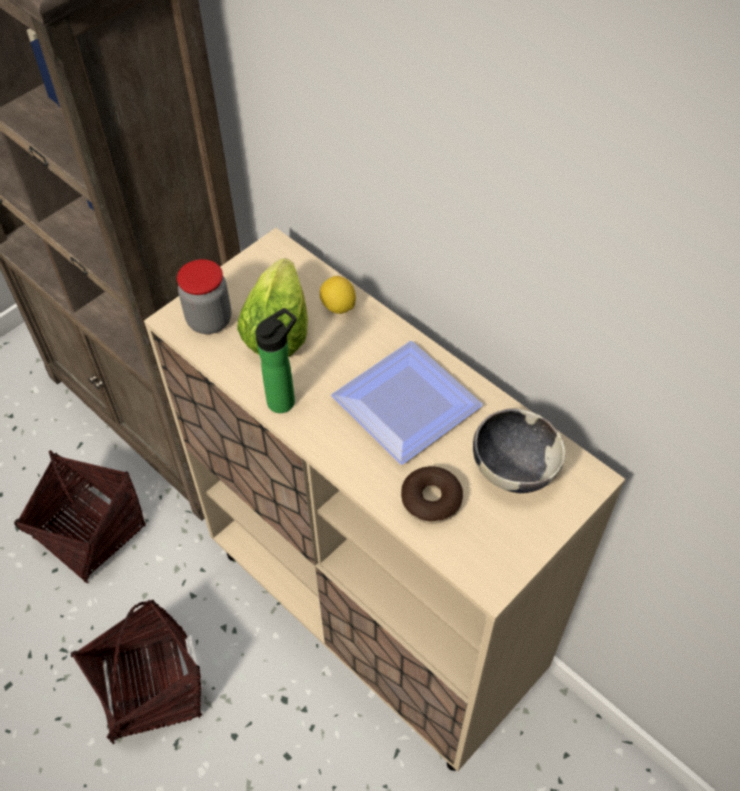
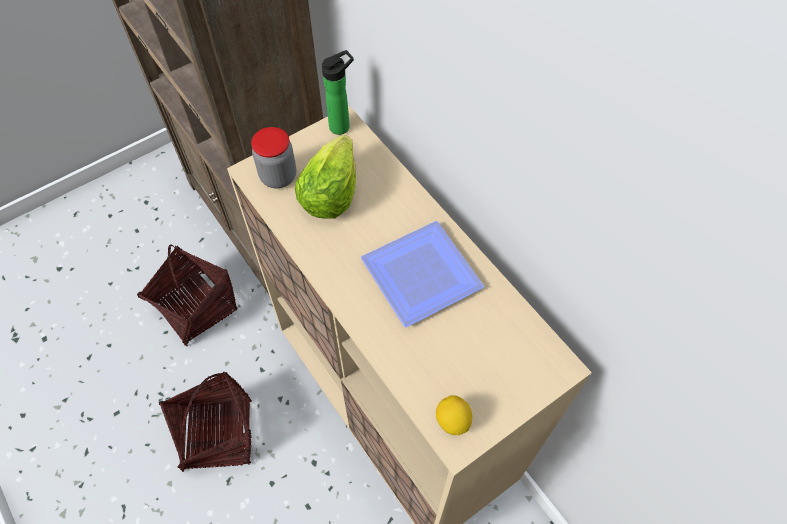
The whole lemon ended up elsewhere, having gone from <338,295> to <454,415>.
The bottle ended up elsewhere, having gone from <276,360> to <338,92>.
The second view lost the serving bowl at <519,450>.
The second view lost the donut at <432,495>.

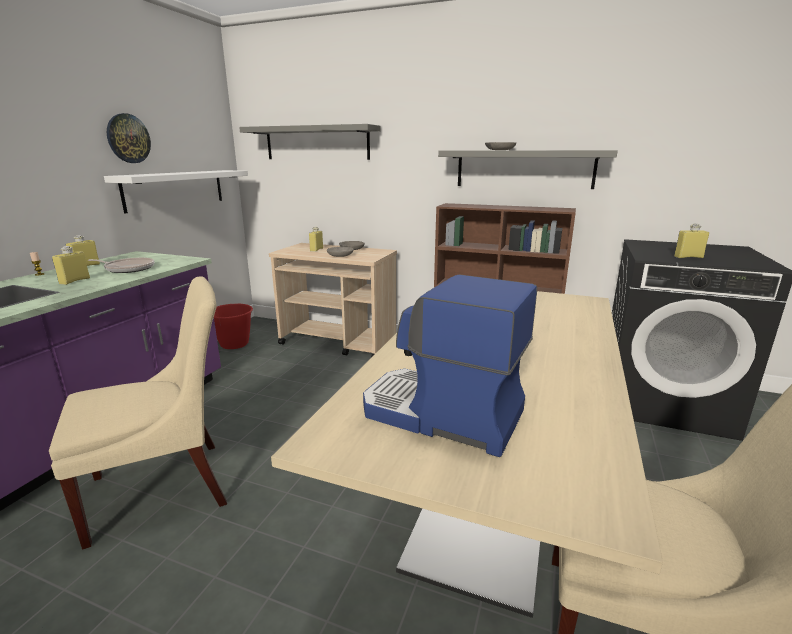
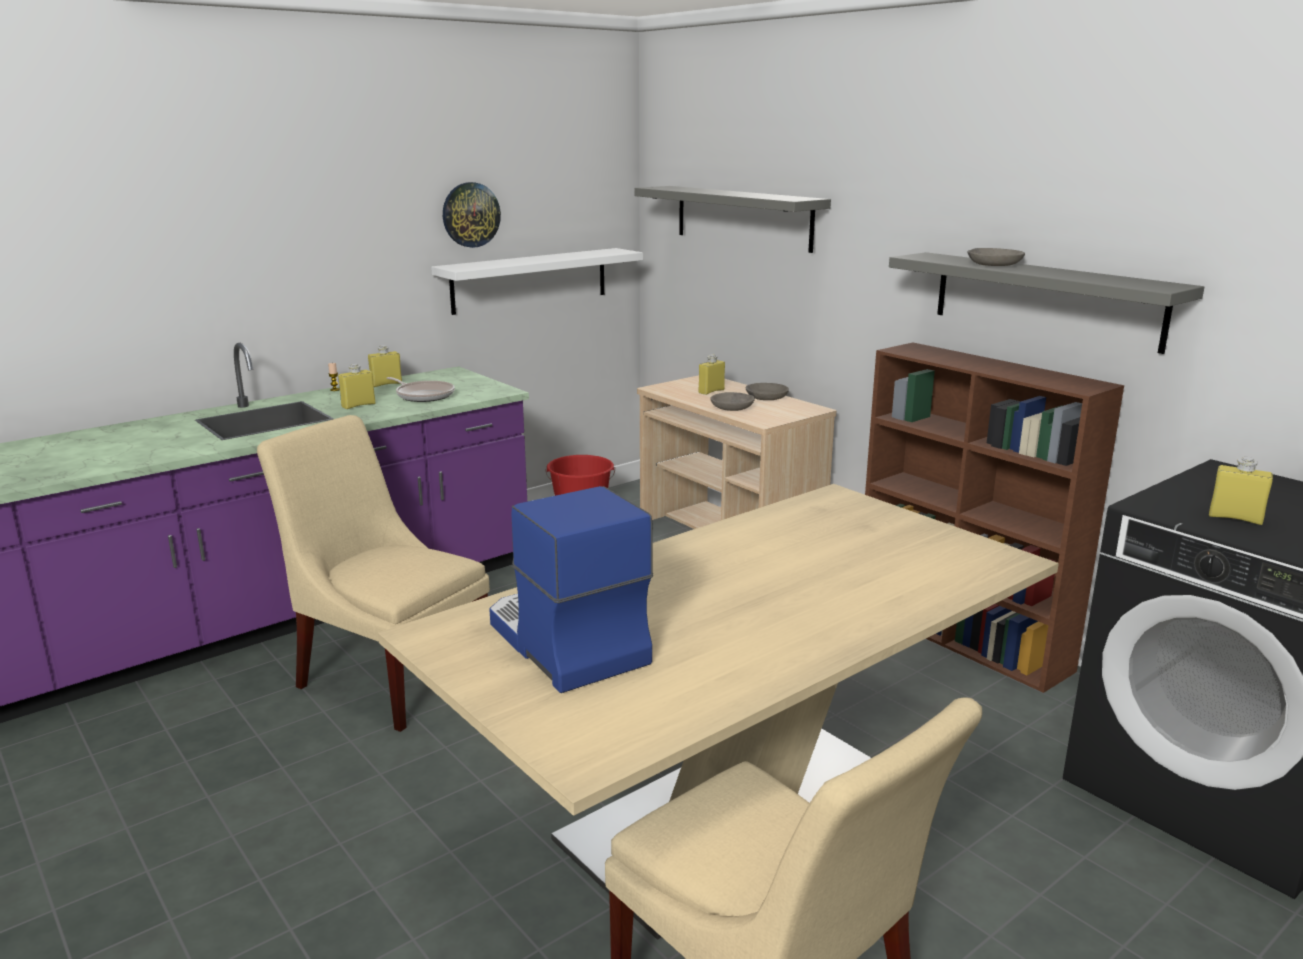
The sand-coloured plain chair at <138,413> ended up facing another way, 150 degrees counterclockwise from before.

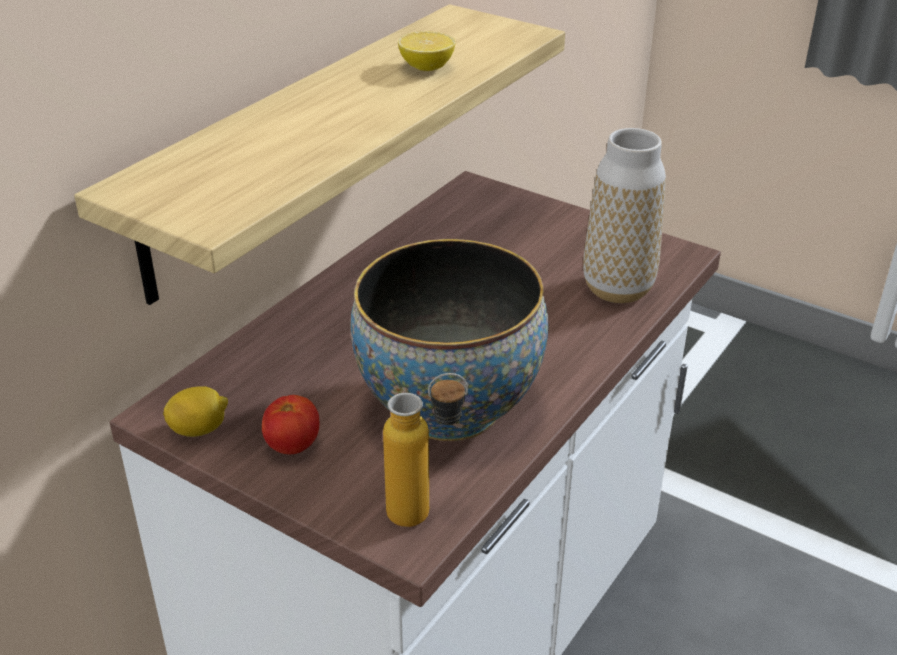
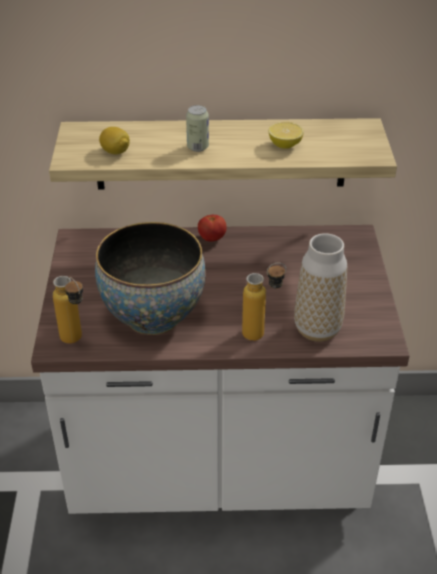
The whole lemon ended up elsewhere, having gone from <195,411> to <114,140>.
The fresh tomato ended up elsewhere, having gone from <291,424> to <212,228>.
The second view gained the metal can at <197,128>.
The second view gained the bottle at <264,302>.

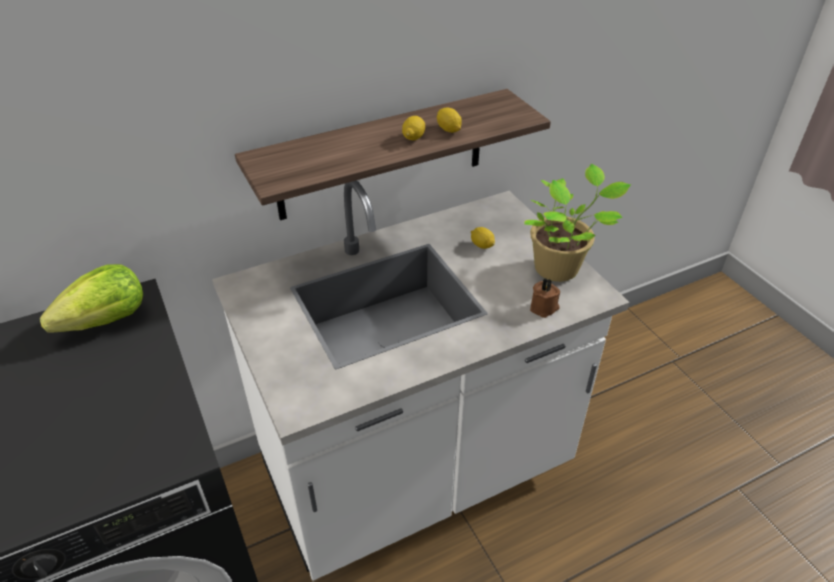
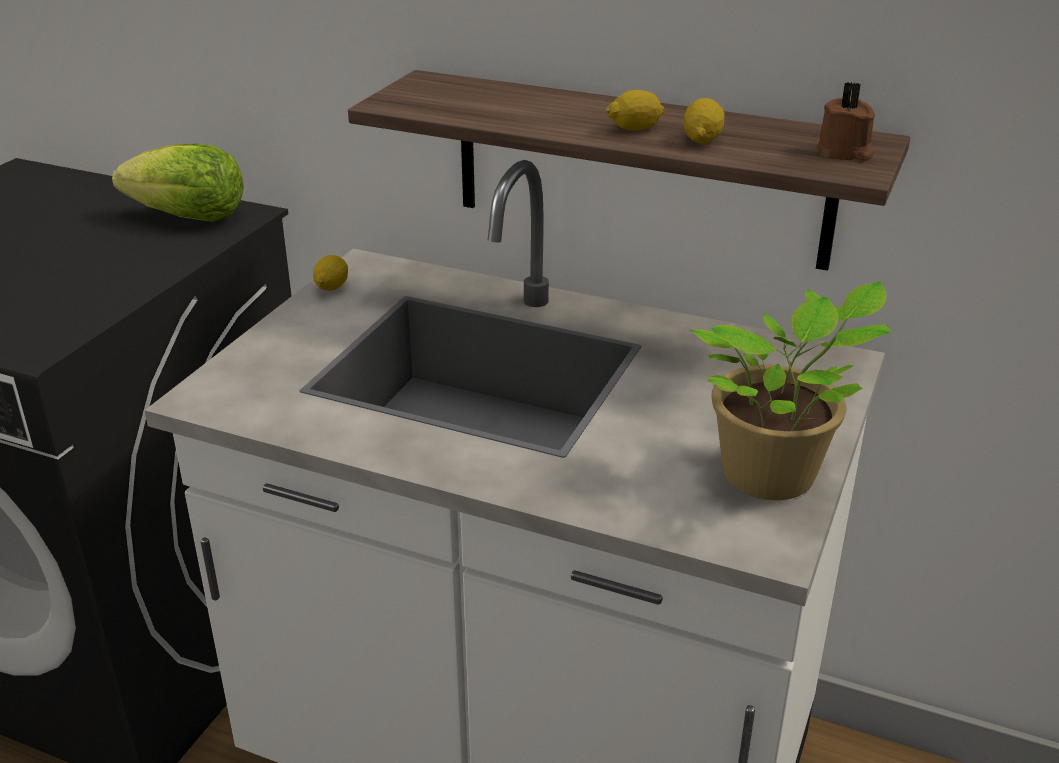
The whole lemon ended up elsewhere, having gone from <483,238> to <330,273>.
The brown-coloured candle ended up elsewhere, having gone from <545,298> to <845,121>.

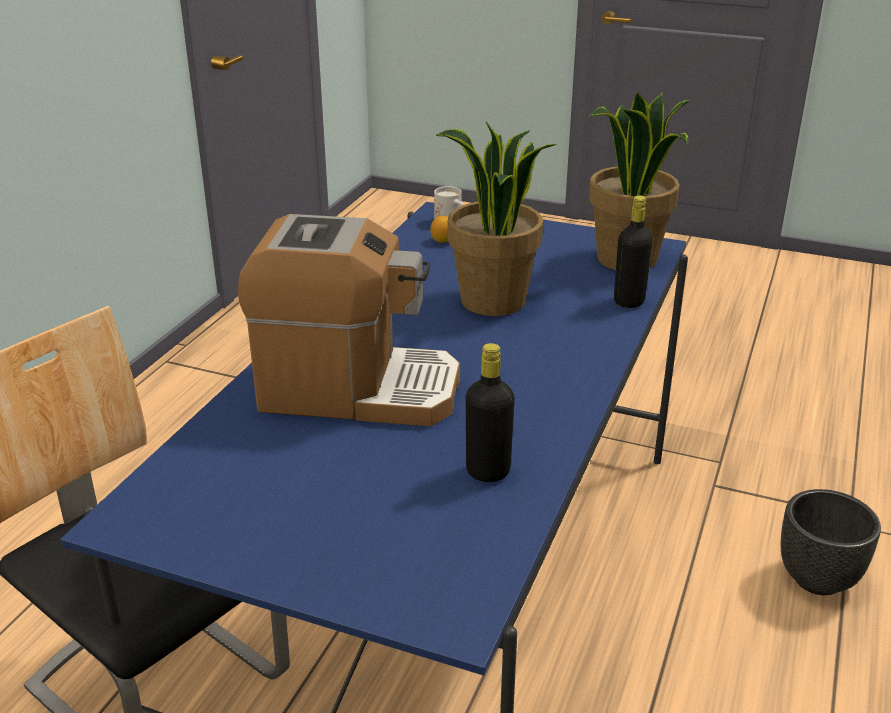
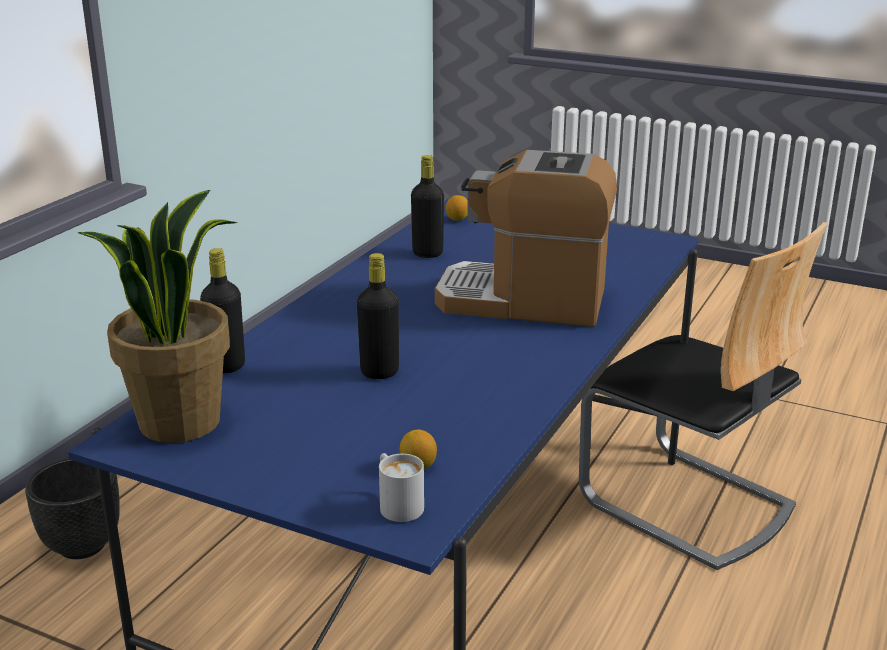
Where the potted plant stood at <496,219>, the black-coloured bottle came to stand at <378,316>.
The second view gained the whole lemon at <457,208>.

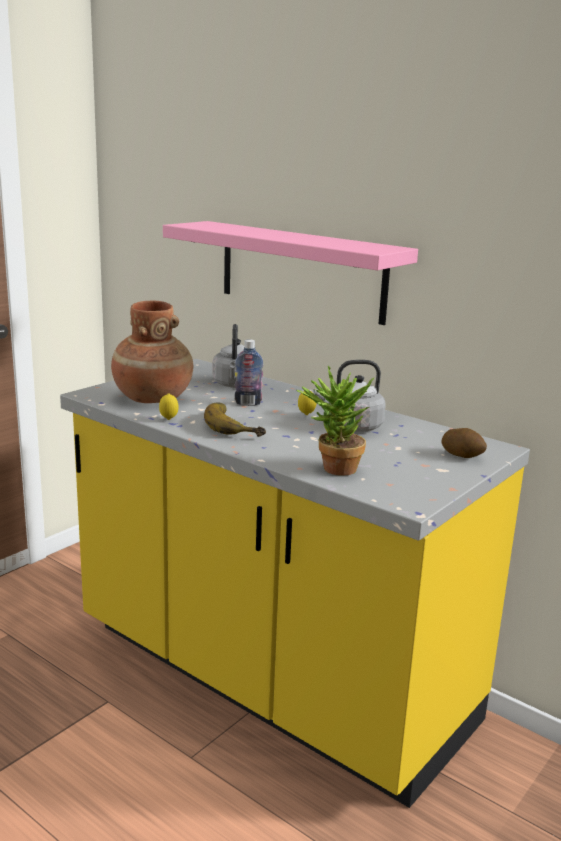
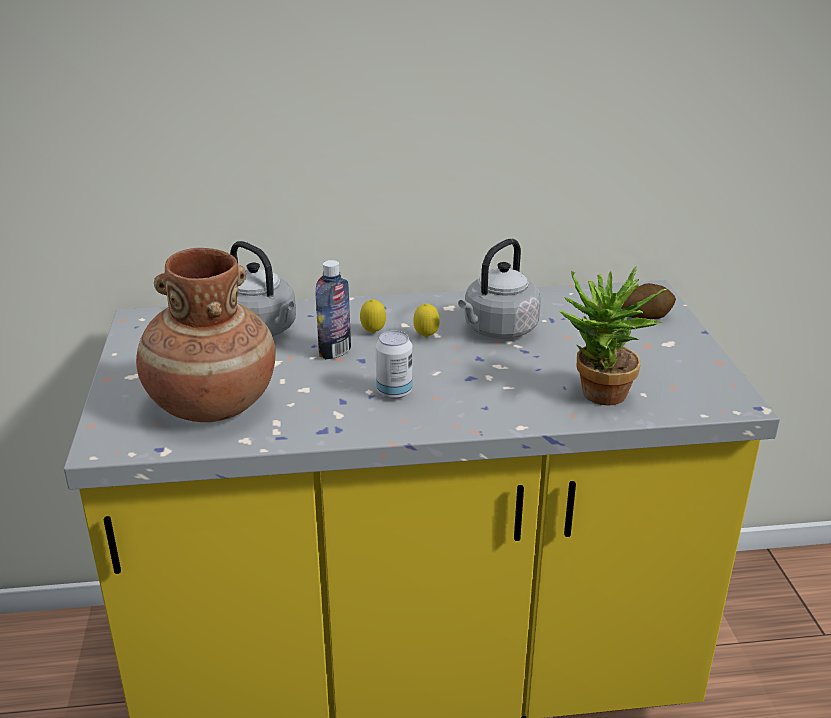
The second view lost the pink bracket shelf at <290,273>.
The whole lemon ended up elsewhere, having gone from <169,406> to <373,316>.
Where the banana fruit stood at <235,419>, the metal can came to stand at <394,365>.

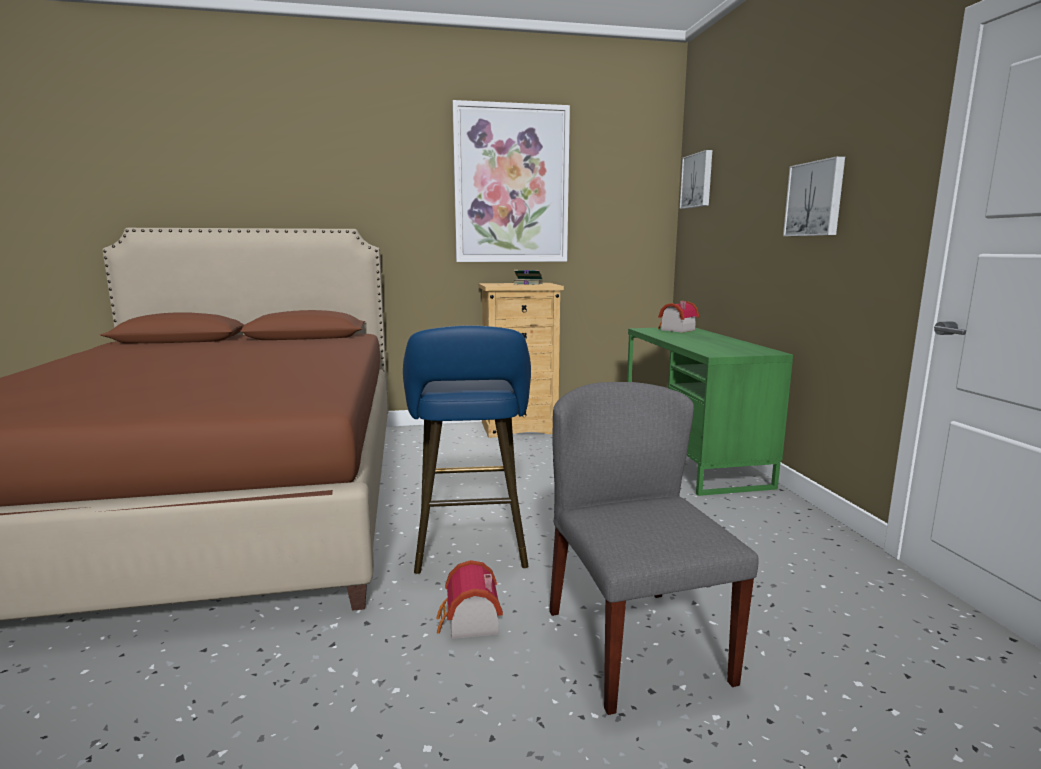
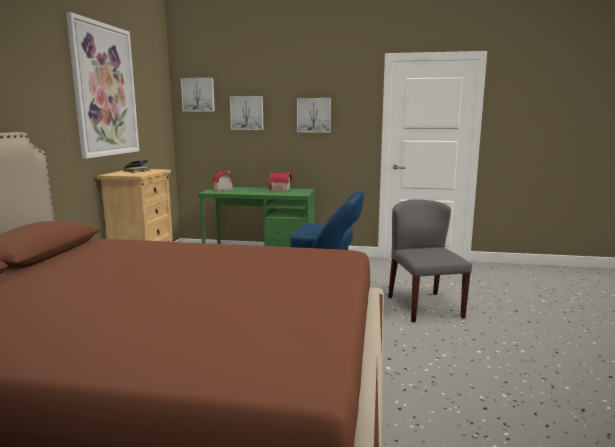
The gray plain chair at <654,548> ended up facing another way, 75 degrees clockwise from before.
The miniature house ended up elsewhere, having gone from <469,599> to <280,181>.
The second view gained the wall picture at <246,113>.

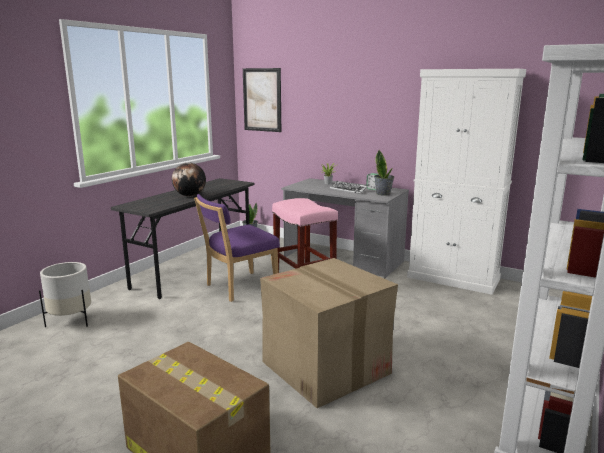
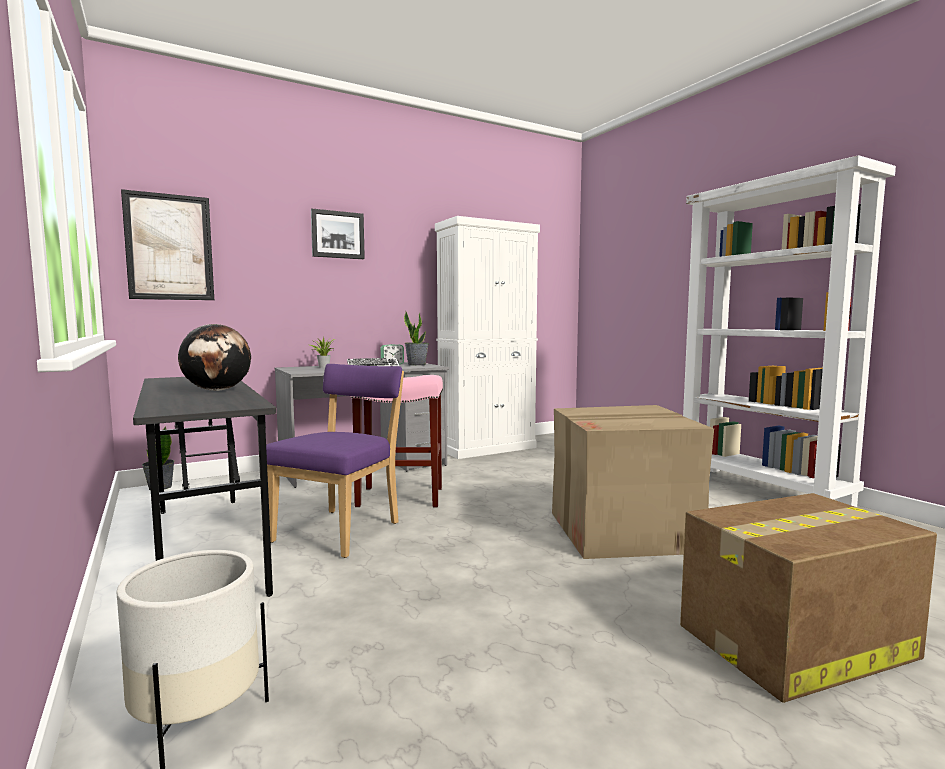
The purplish plain chair at <237,248> ended up facing another way, 150 degrees counterclockwise from before.
The second view gained the wall picture at <338,234>.

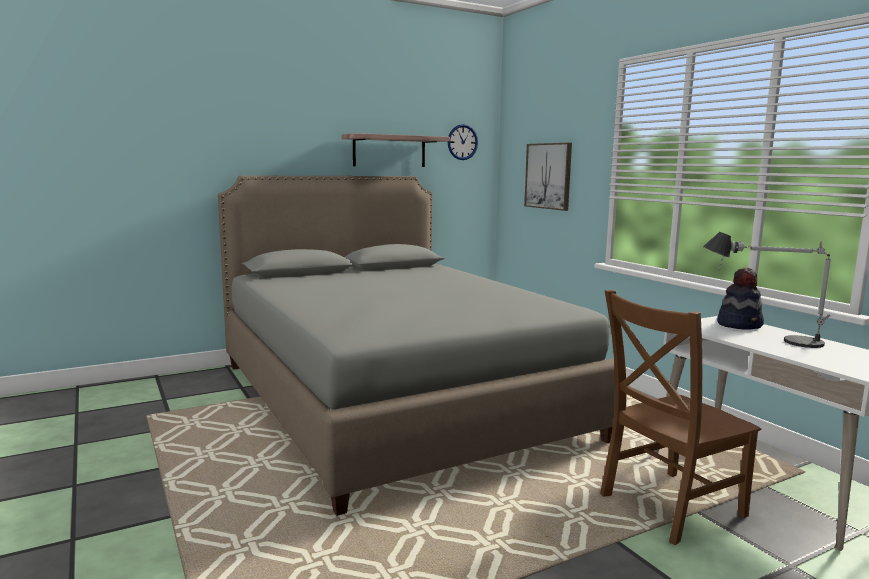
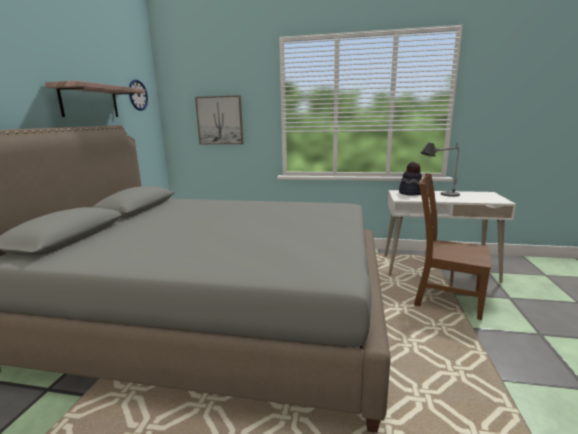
The brown-coloured plain chair at <680,417> ended up facing another way, 105 degrees clockwise from before.

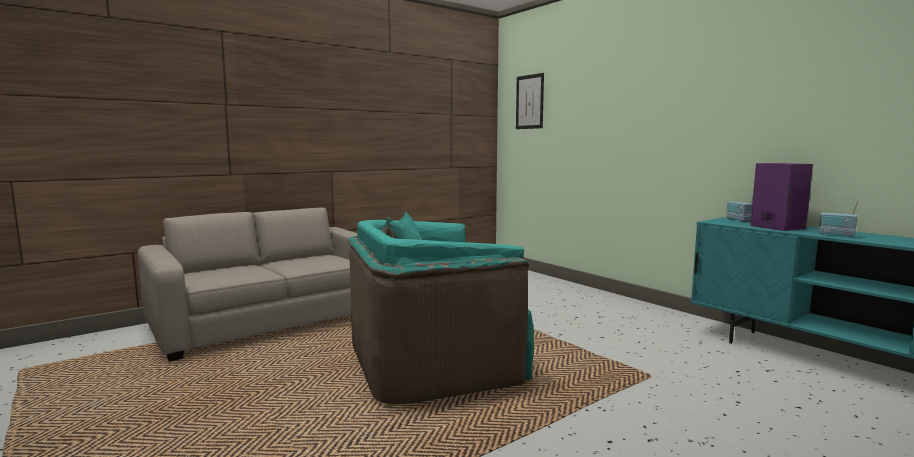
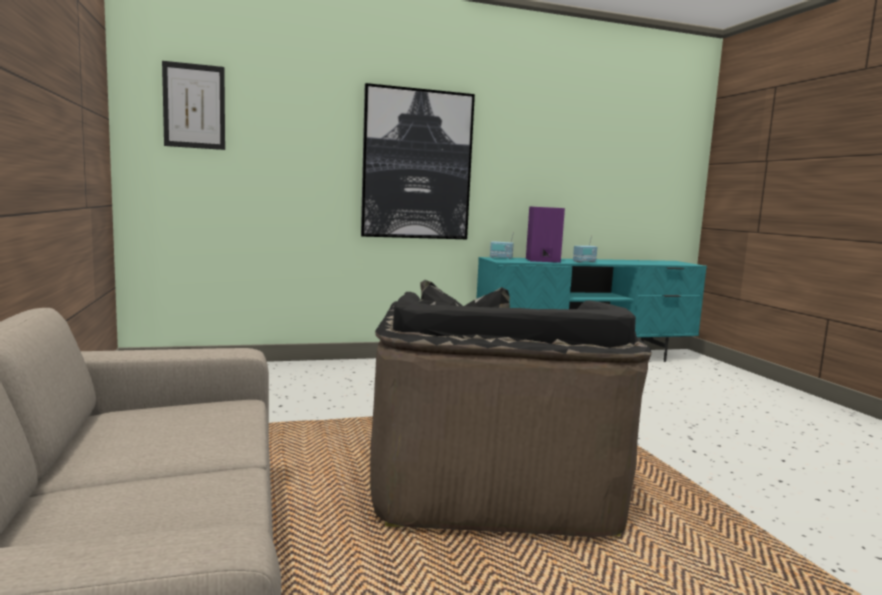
What was the blue-green lounge chair at <441,309> turned into the black-coloured lounge chair at <511,408>.
The second view gained the wall picture at <418,161>.

